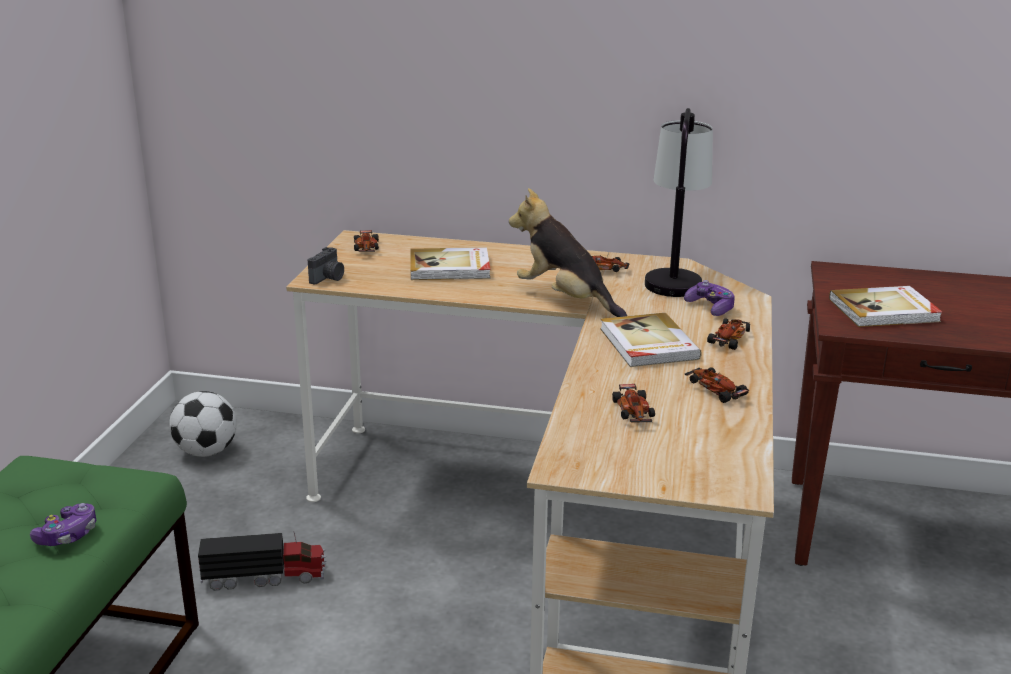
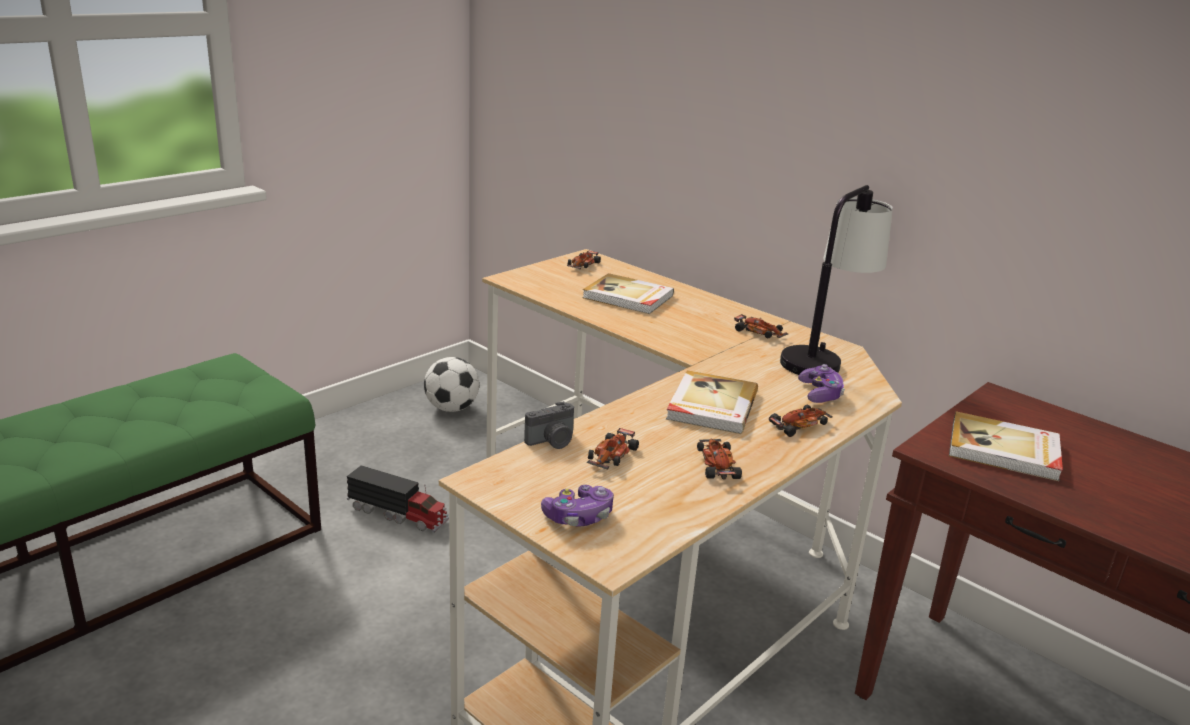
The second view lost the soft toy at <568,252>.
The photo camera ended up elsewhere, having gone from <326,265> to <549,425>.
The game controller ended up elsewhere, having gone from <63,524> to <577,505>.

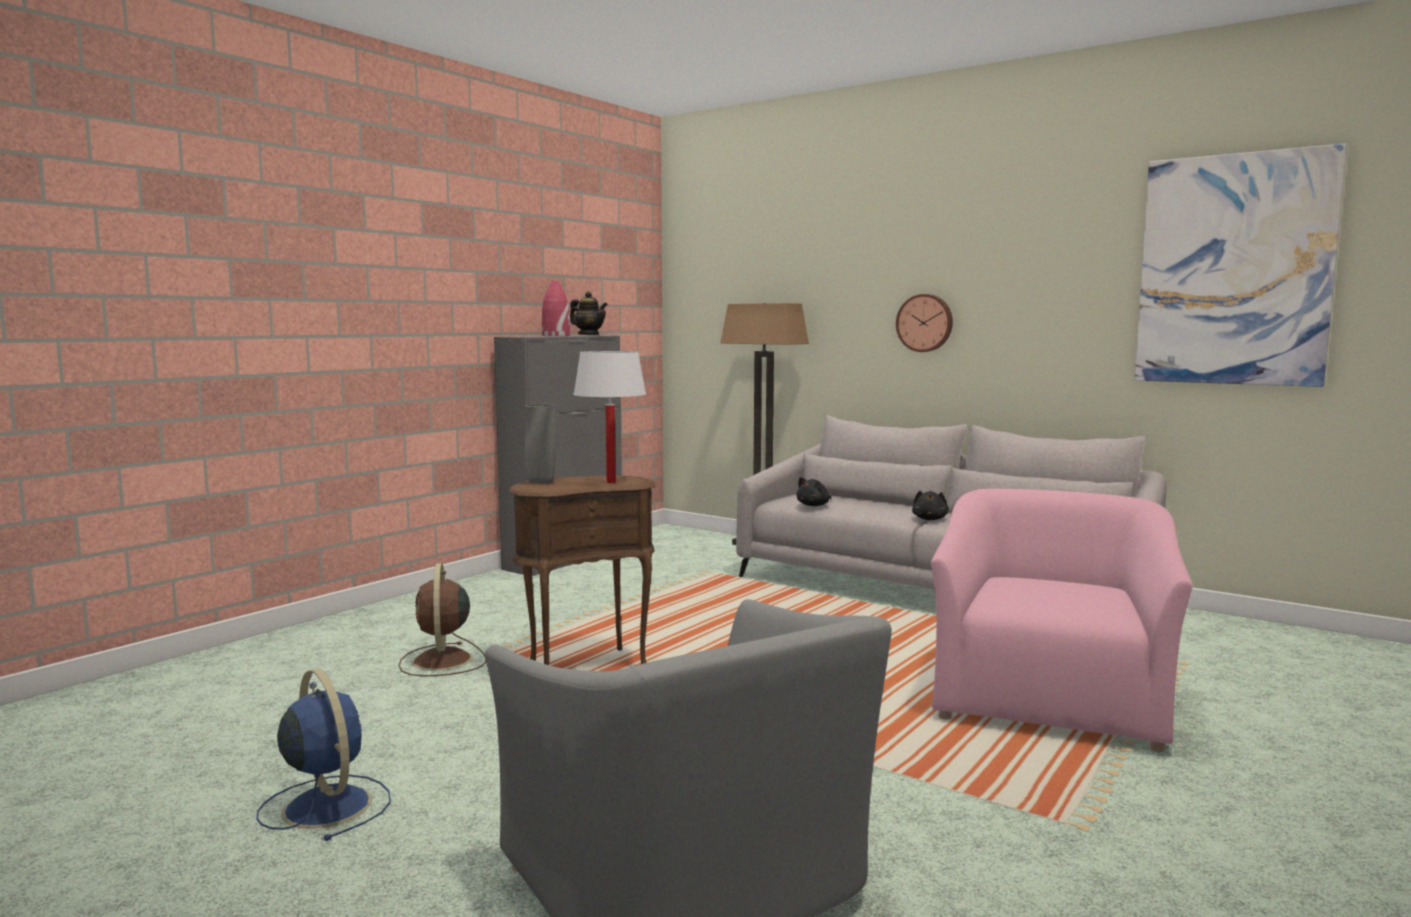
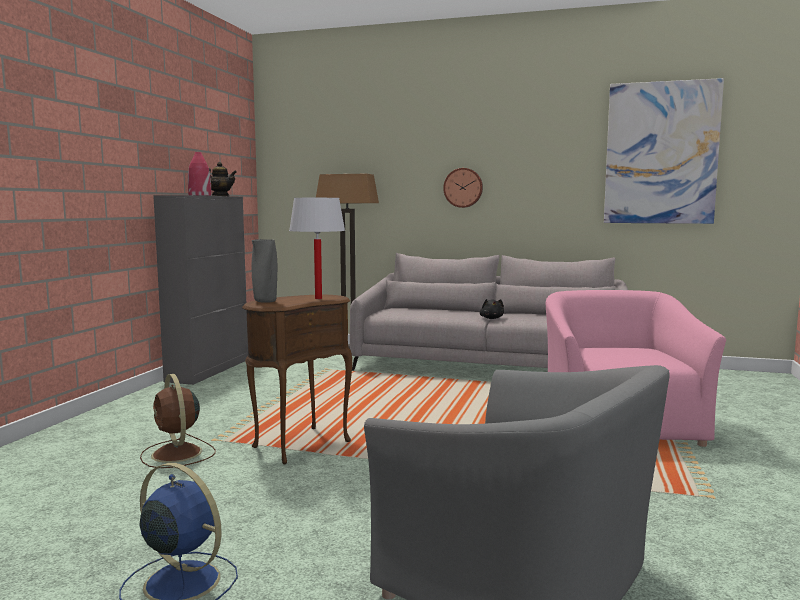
The second view lost the black-coloured soft toy at <814,491>.

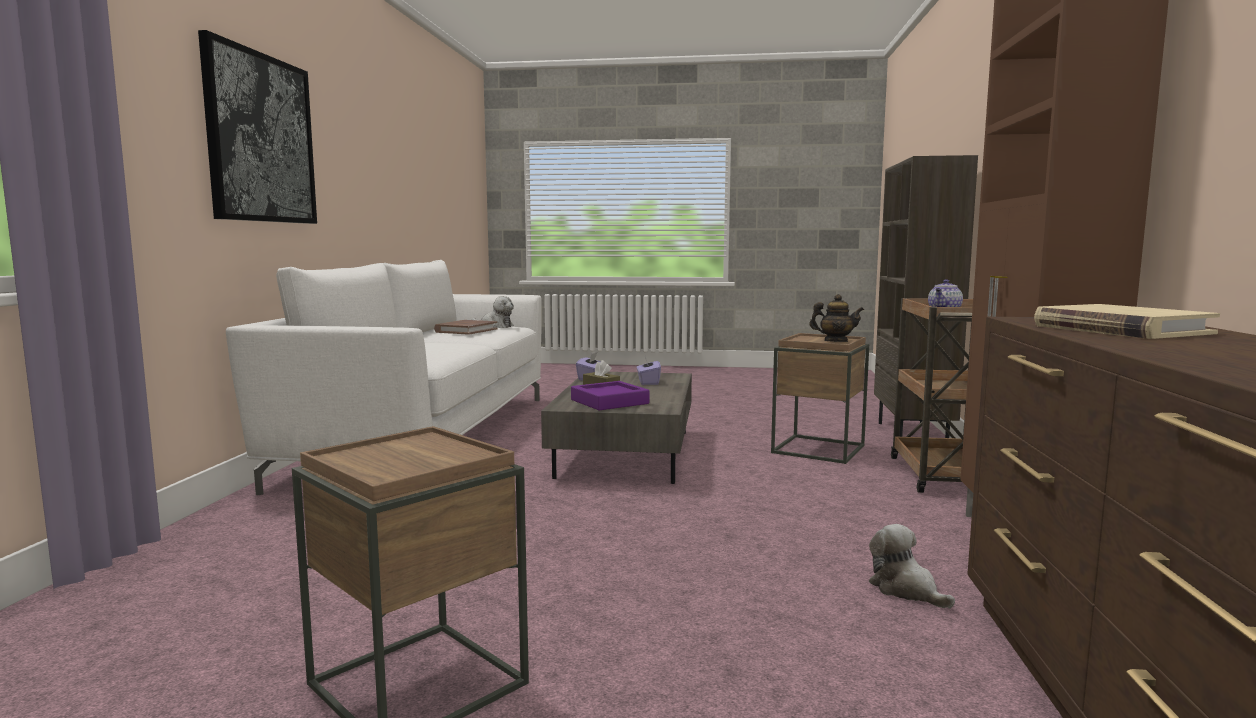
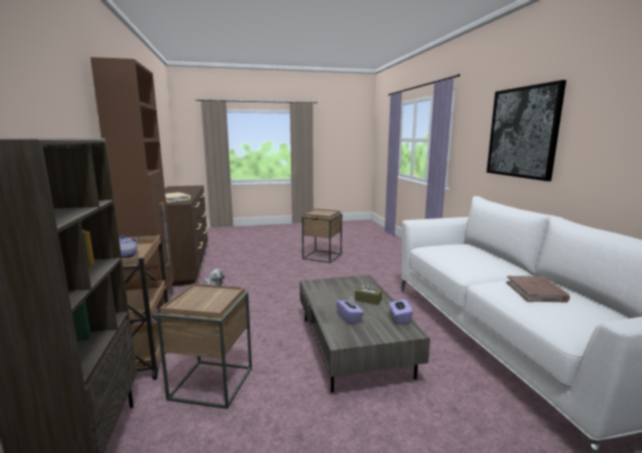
The second view lost the tea pot at <836,318>.
The second view lost the soft toy at <493,312>.
The second view lost the purplish serving tray at <610,395>.

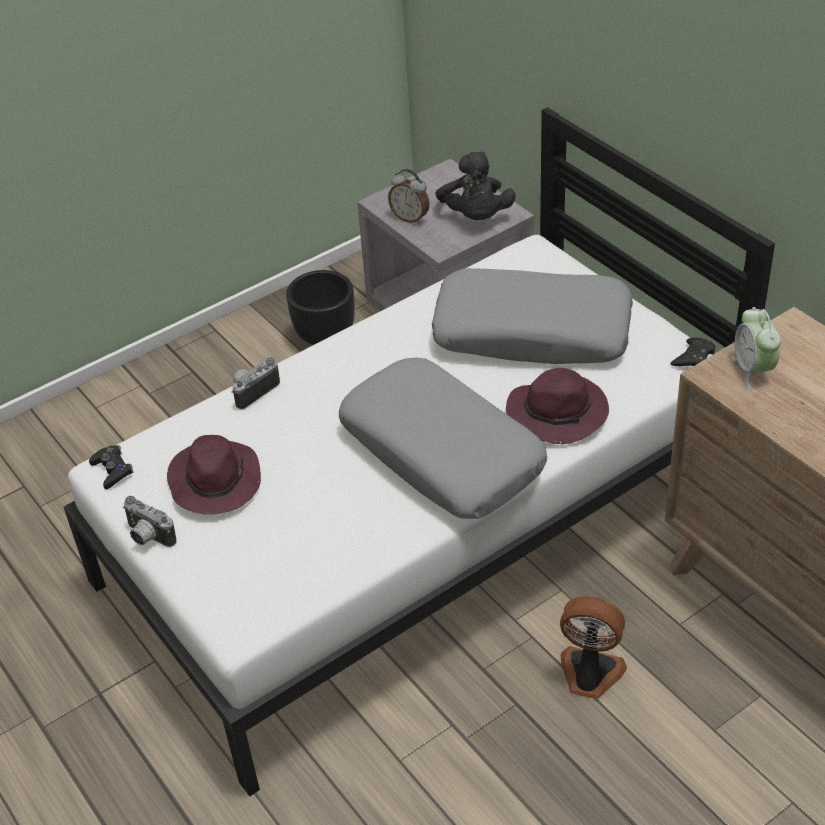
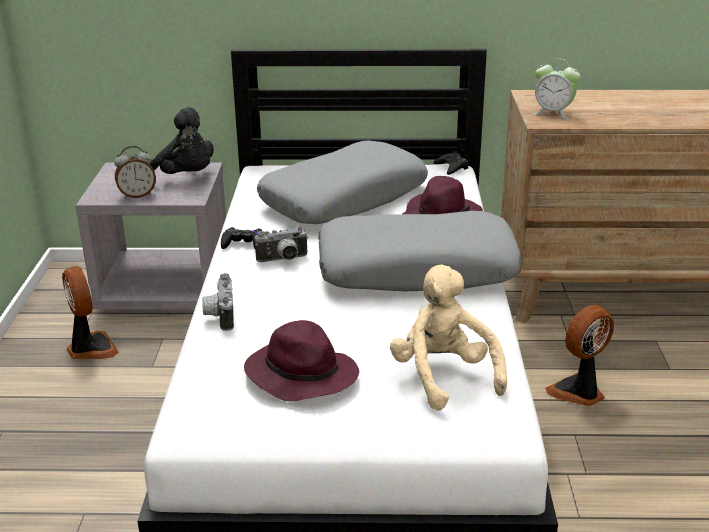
Where the black-coloured planter stood at <320,307>, the electric fan came to stand at <90,312>.
The black-coloured game controller ended up elsewhere, having gone from <111,467> to <241,238>.
The photo camera ended up elsewhere, having gone from <150,521> to <281,244>.
The second view gained the sand-coloured soft toy at <448,338>.

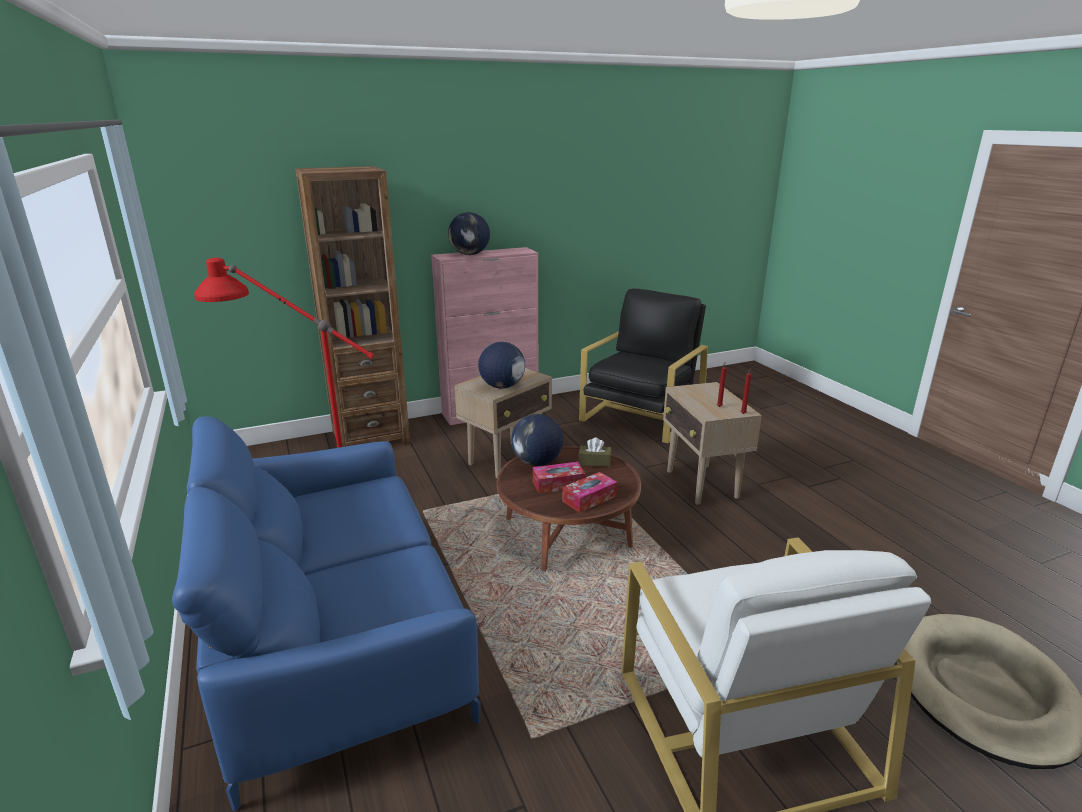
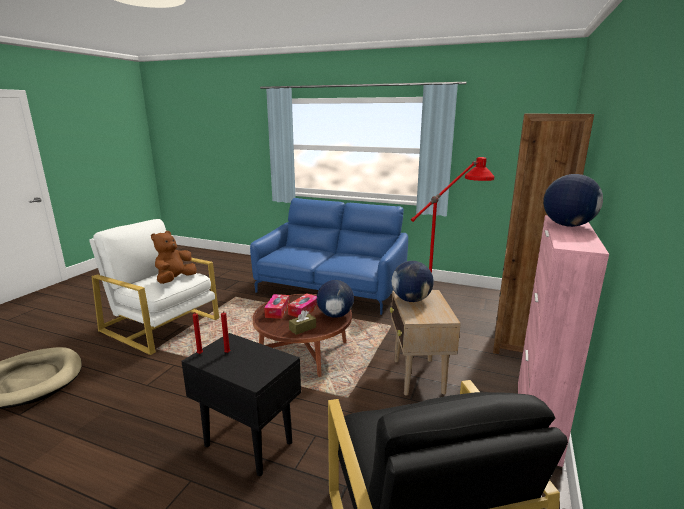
What was the sand-coloured end table at <712,443> turned into the black-coloured end table at <241,404>.
The second view gained the brown-coloured soft toy at <174,257>.

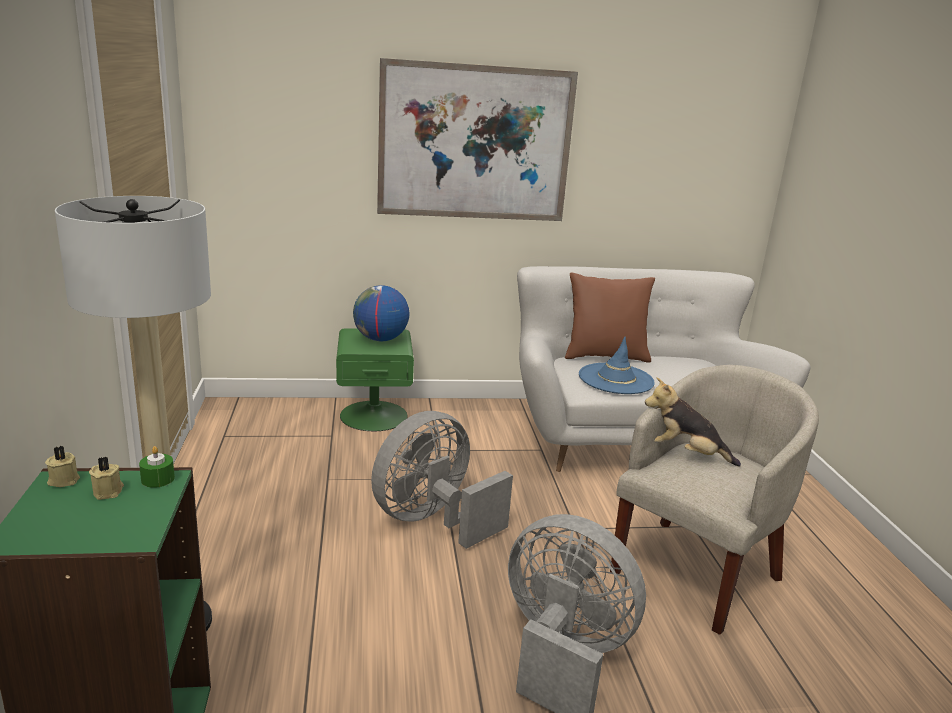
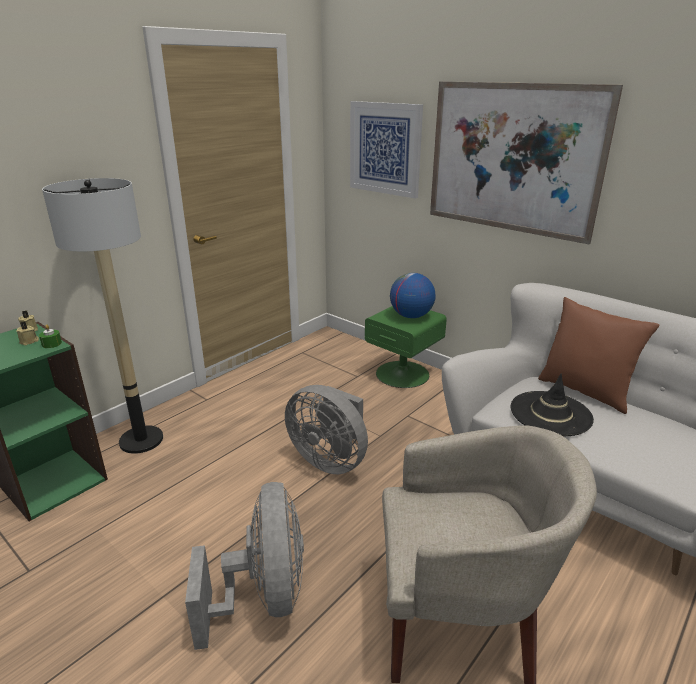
What was the blue clothing hat at <617,365> turned into the black-coloured clothing hat at <552,405>.
The second view lost the soft toy at <693,422>.
The gray electric fan at <442,480> ended up facing another way, 150 degrees counterclockwise from before.
The second view gained the wall picture at <386,150>.

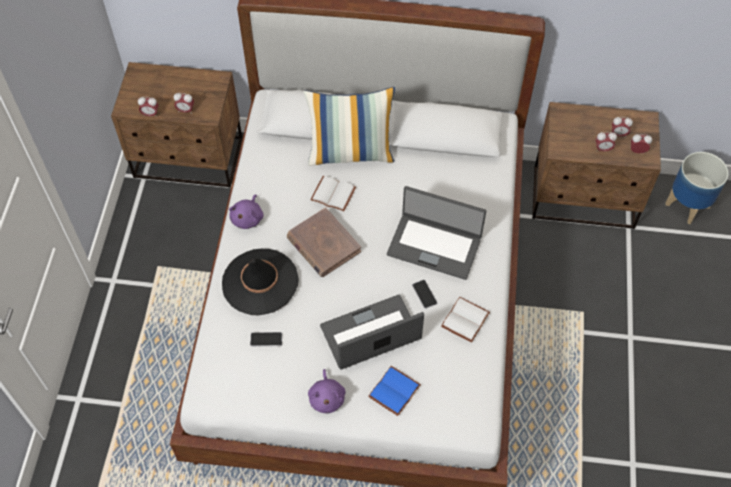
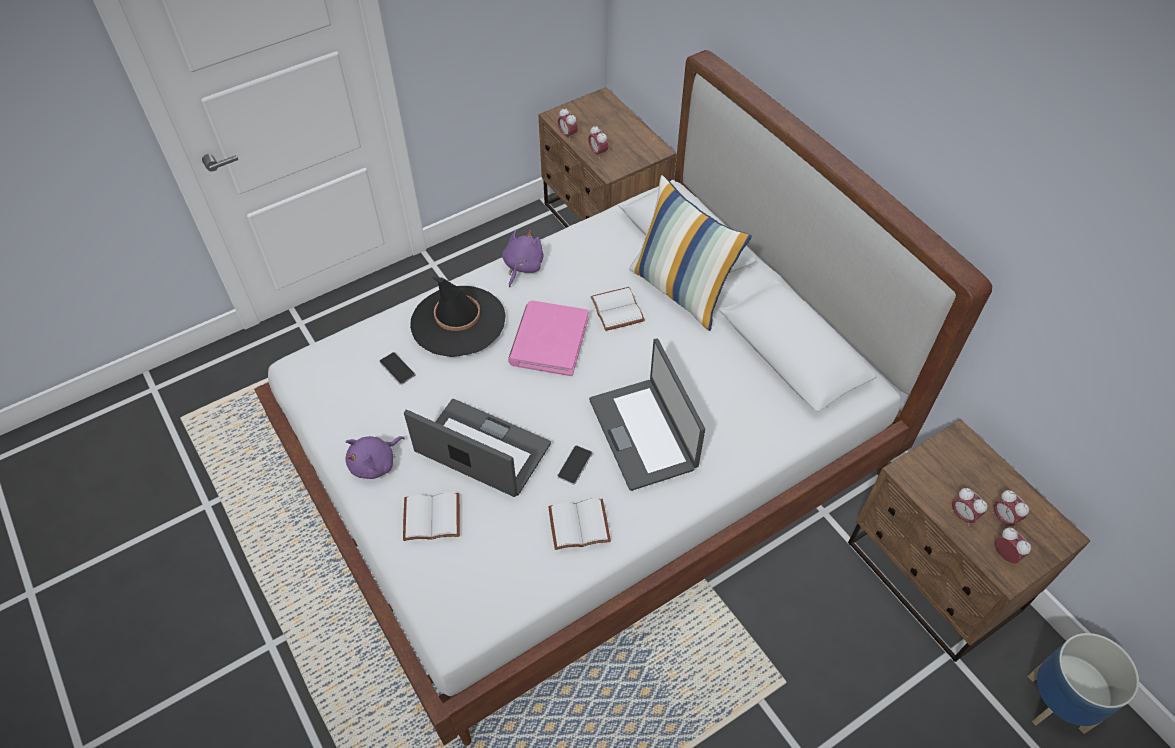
The purplish soft toy at <246,211> ended up facing another way, 135 degrees clockwise from before.
What was the brown-coloured bound book at <324,242> turned into the pink bound book at <548,338>.
What was the blue bound book at <394,391> turned into the whitish bound book at <431,517>.

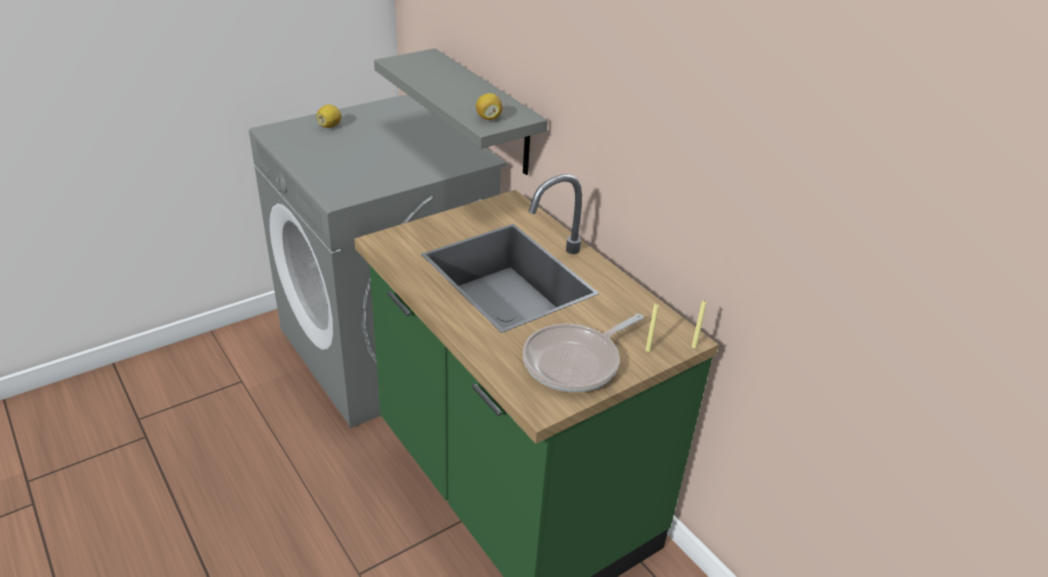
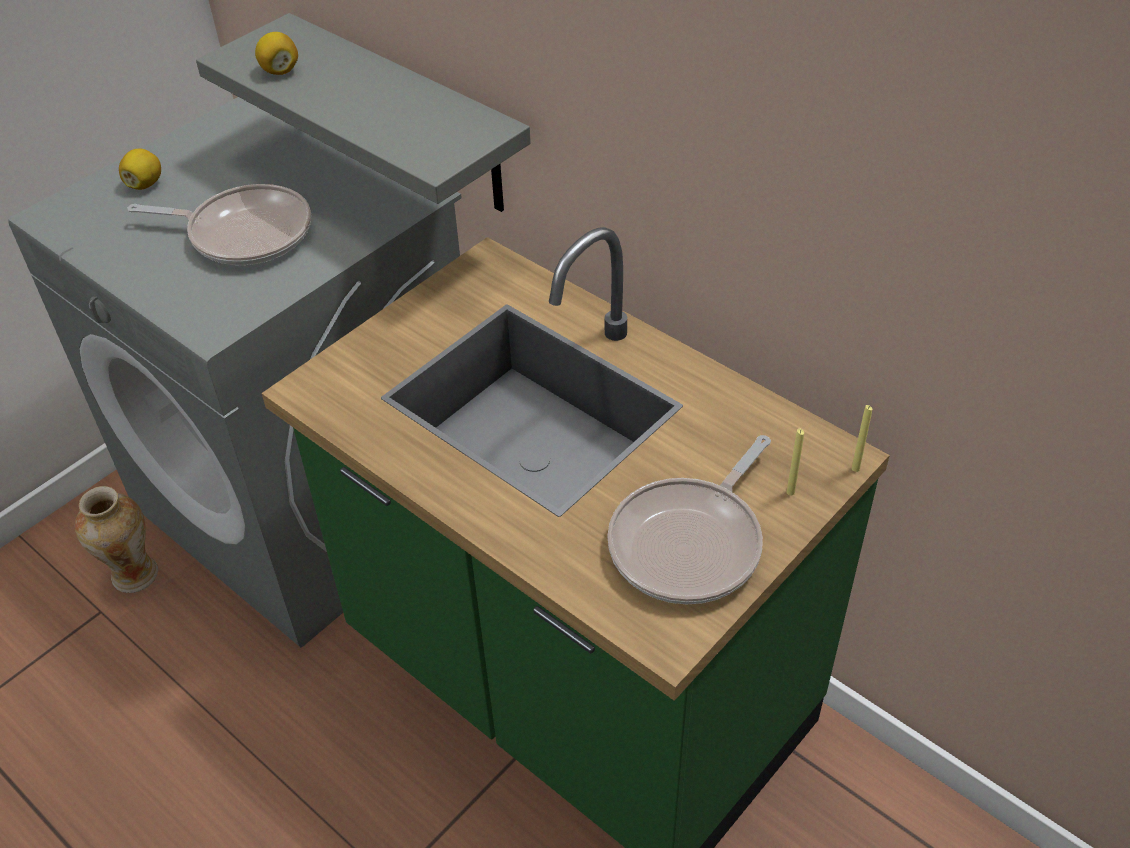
The whole lemon ended up elsewhere, having gone from <489,106> to <276,53>.
The second view gained the skillet at <219,224>.
The second view gained the flower vase at <116,539>.

